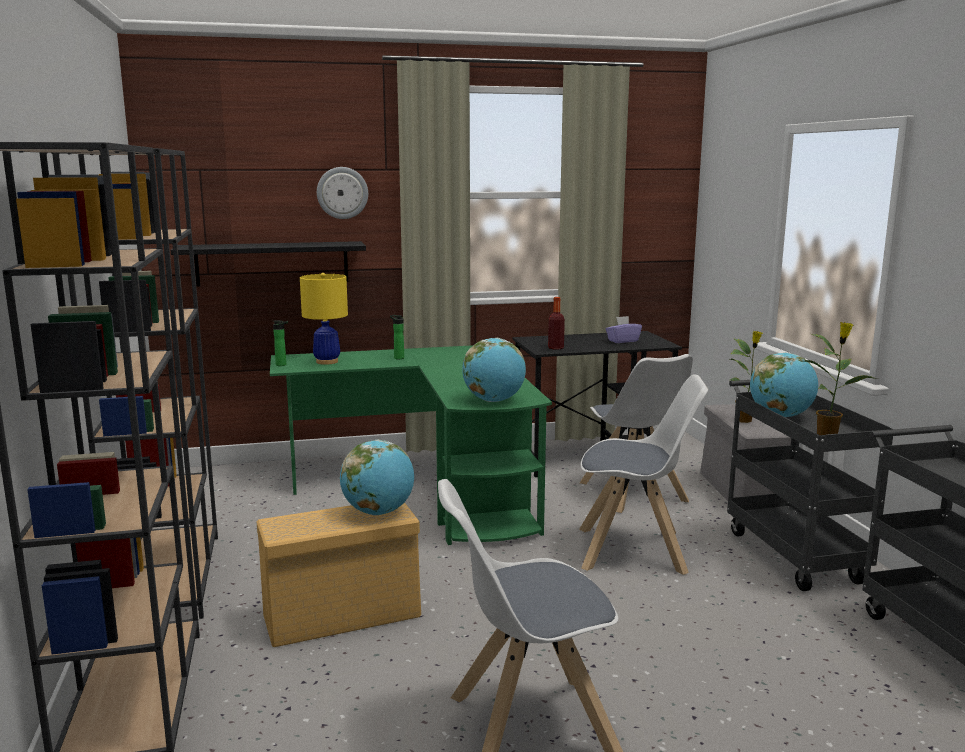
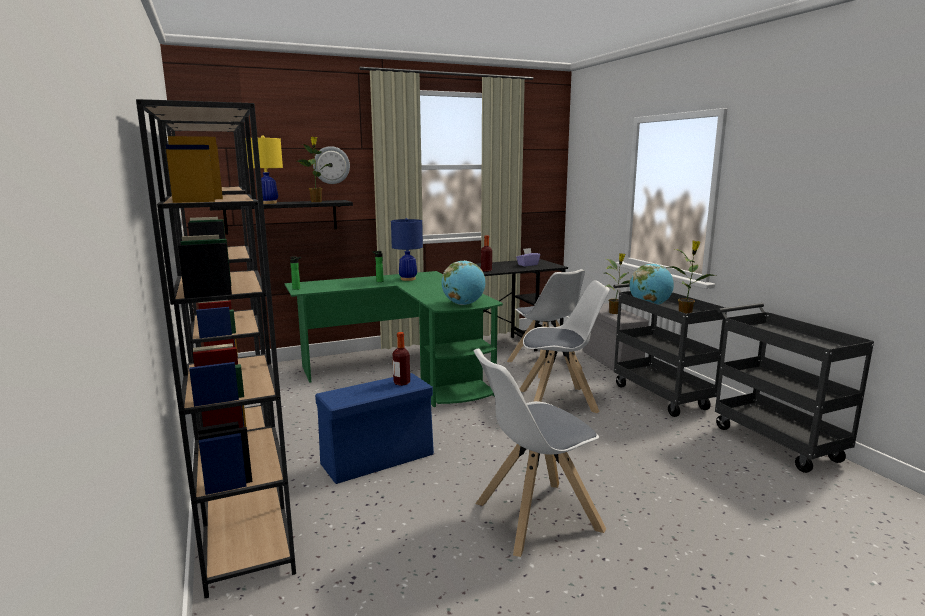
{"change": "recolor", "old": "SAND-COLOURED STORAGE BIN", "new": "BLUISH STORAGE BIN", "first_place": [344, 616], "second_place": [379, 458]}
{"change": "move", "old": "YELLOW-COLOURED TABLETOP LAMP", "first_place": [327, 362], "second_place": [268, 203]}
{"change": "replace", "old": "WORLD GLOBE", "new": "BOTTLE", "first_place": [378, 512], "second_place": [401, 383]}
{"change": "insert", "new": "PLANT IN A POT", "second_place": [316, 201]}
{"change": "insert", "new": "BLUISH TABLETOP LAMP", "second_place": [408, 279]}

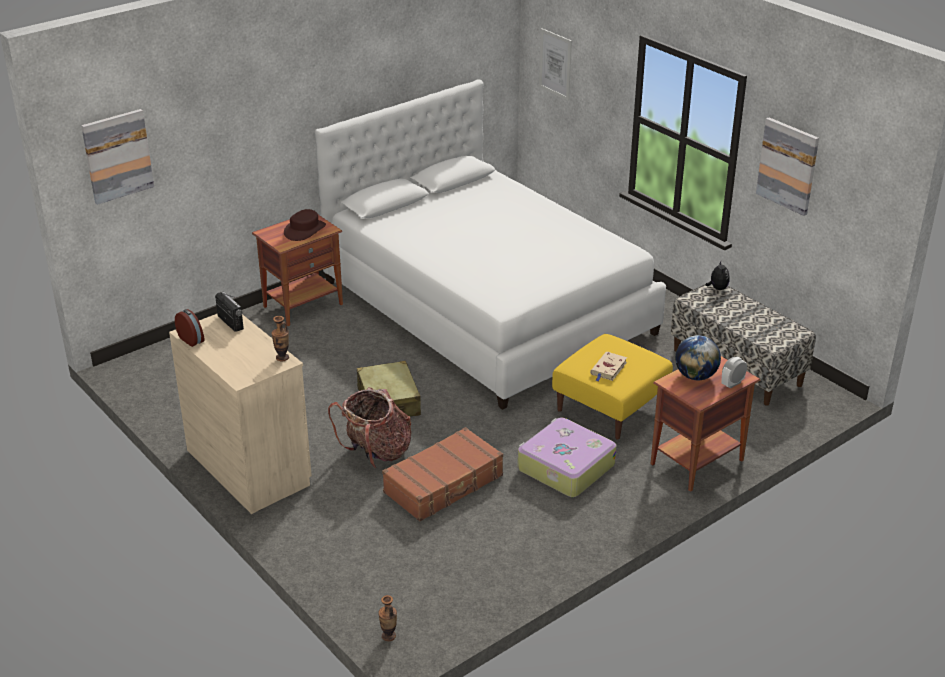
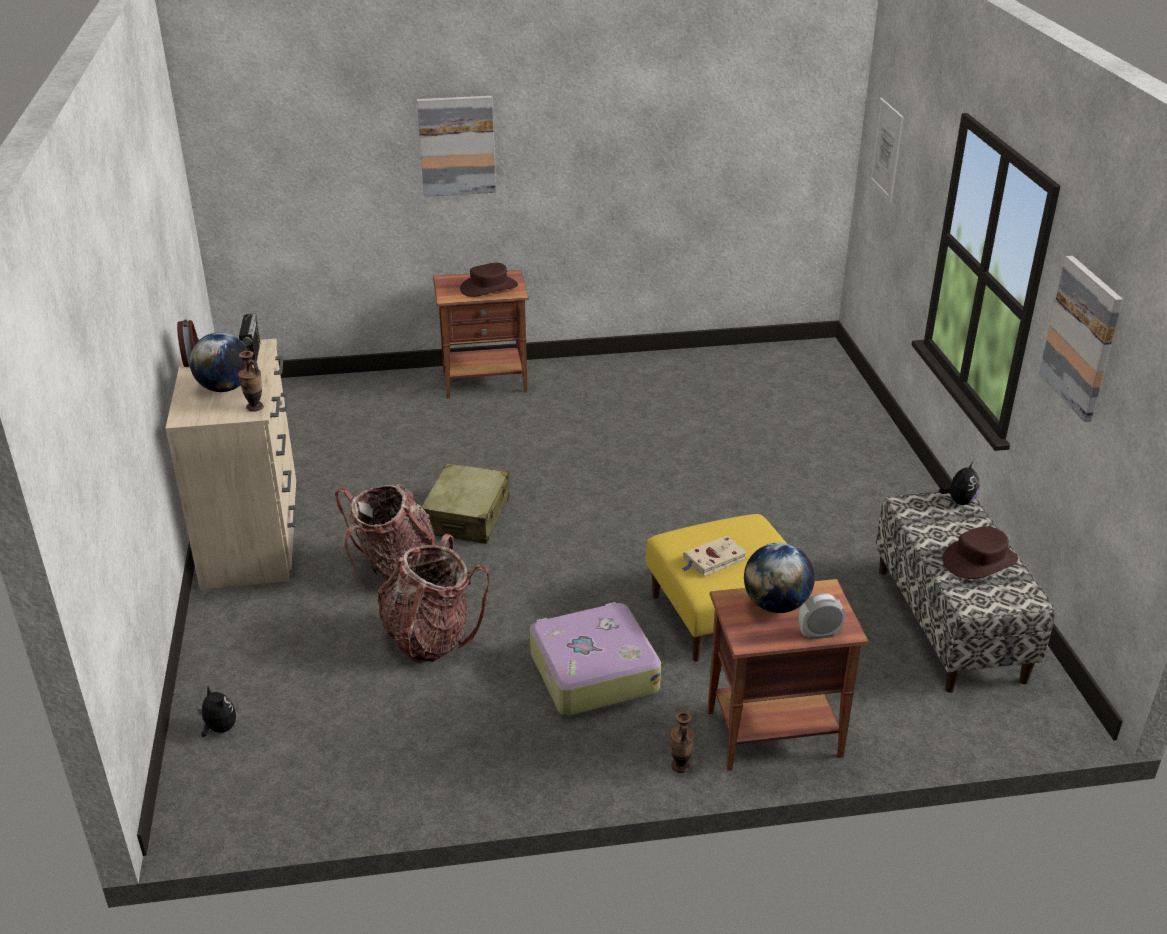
{"change": "move", "old": "WALL PICTURE", "first_place": [117, 156], "second_place": [457, 145]}
{"change": "delete", "old": "WHITE BEDROOM BED", "first_place": [487, 307]}
{"change": "move", "old": "DECORATIVE VASE", "first_place": [388, 636], "second_place": [680, 766]}
{"change": "replace", "old": "BROWN-COLOURED PIECE OF LUGGAGE", "new": "RUCKSACK", "first_place": [444, 484], "second_place": [430, 637]}
{"change": "insert", "new": "WORLD GLOBE", "second_place": [225, 388]}
{"change": "insert", "new": "PLUSH TOY", "second_place": [219, 729]}
{"change": "insert", "new": "BROWN-COLOURED HAT", "second_place": [979, 560]}

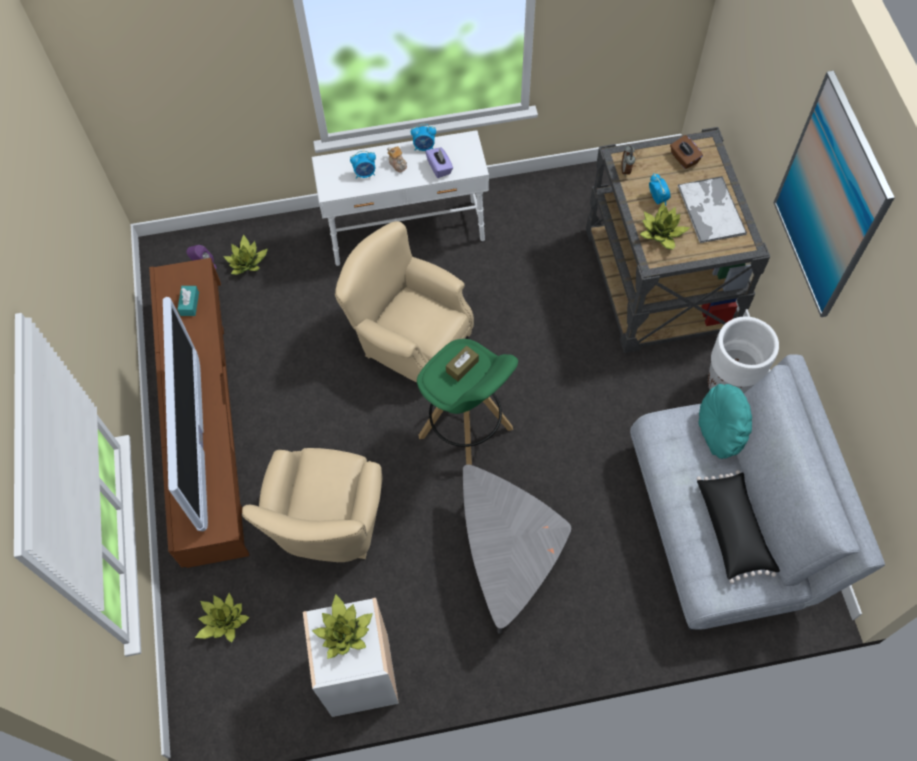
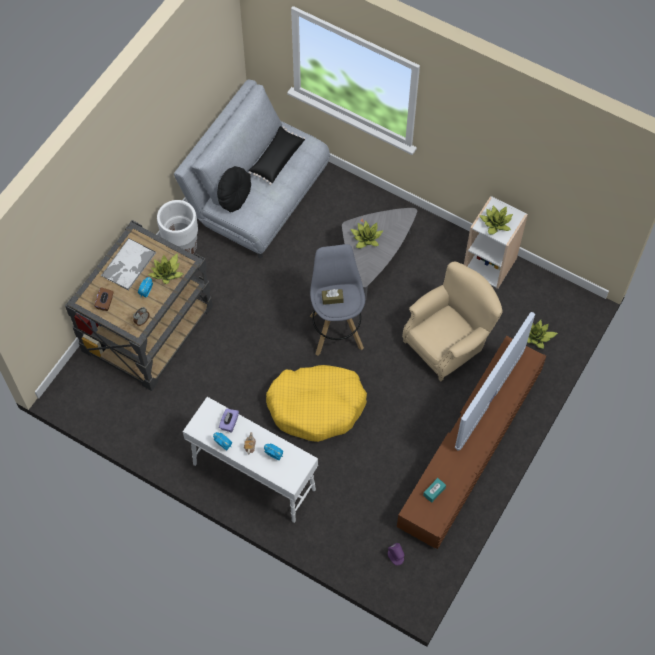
{"change": "move", "old": "PLANT IN A POT", "first_place": [247, 262], "second_place": [366, 238]}
{"change": "replace", "old": "SAND-COLOURED EASY CHAIR", "new": "YELLOW-COLOURED DOG CUSHION", "first_place": [410, 340], "second_place": [316, 406]}
{"change": "recolor", "old": "GREENISH STOOL SEAT", "new": "GREY STOOL SEAT", "first_place": [467, 434], "second_place": [336, 330]}
{"change": "recolor", "old": "TURQUOISE THROW PILLOW", "new": "BLACK THROW PILLOW", "first_place": [718, 434], "second_place": [235, 199]}
{"change": "delete", "old": "WALL PICTURE", "first_place": [830, 199]}

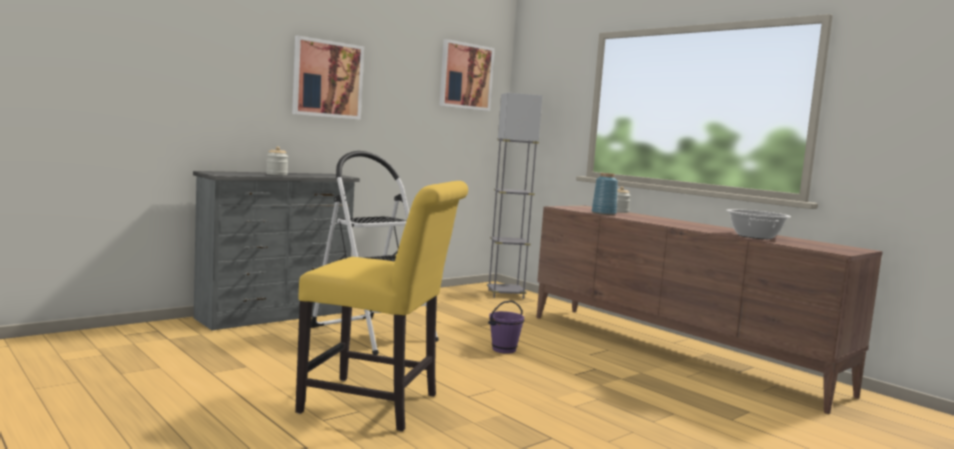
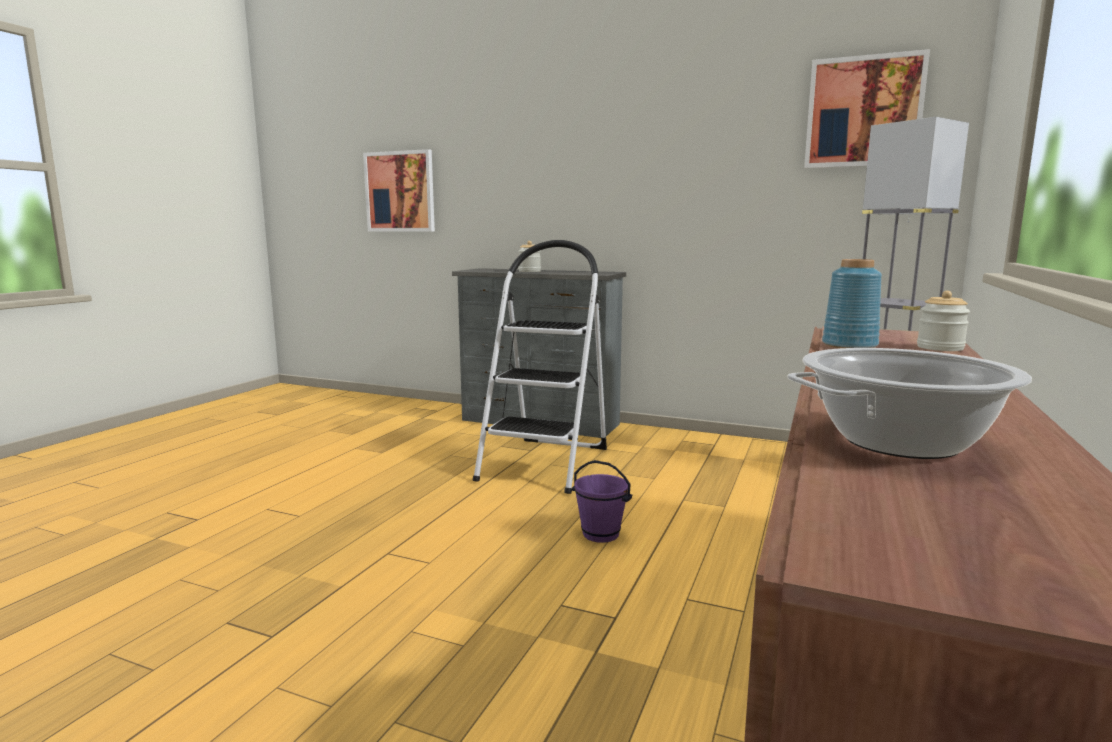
{"change": "move", "old": "WALL PICTURE", "first_place": [327, 79], "second_place": [400, 192]}
{"change": "delete", "old": "YELLOW-COLOURED PLAIN CHAIR", "first_place": [378, 405]}

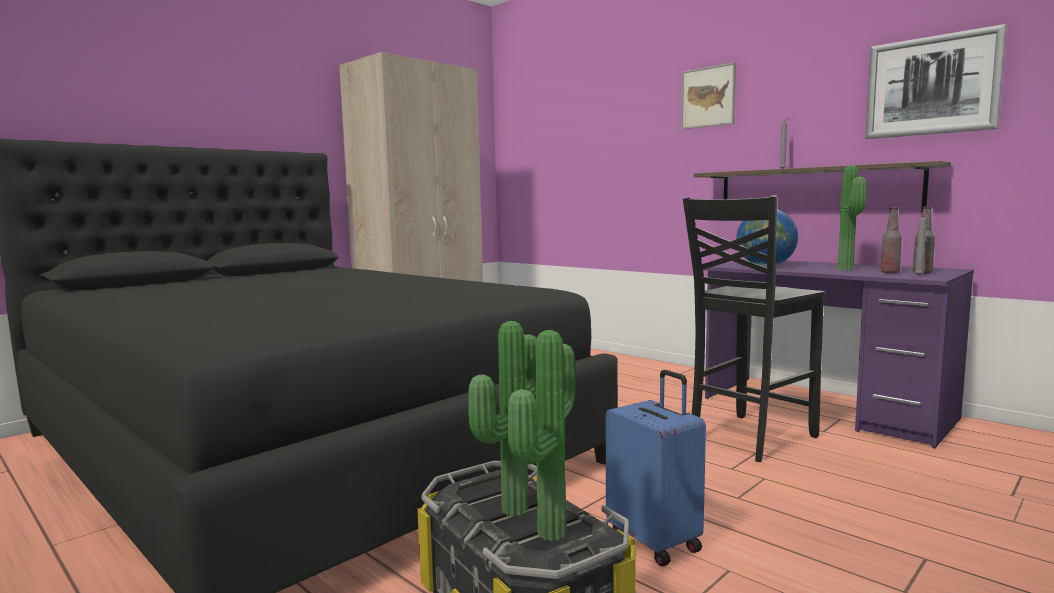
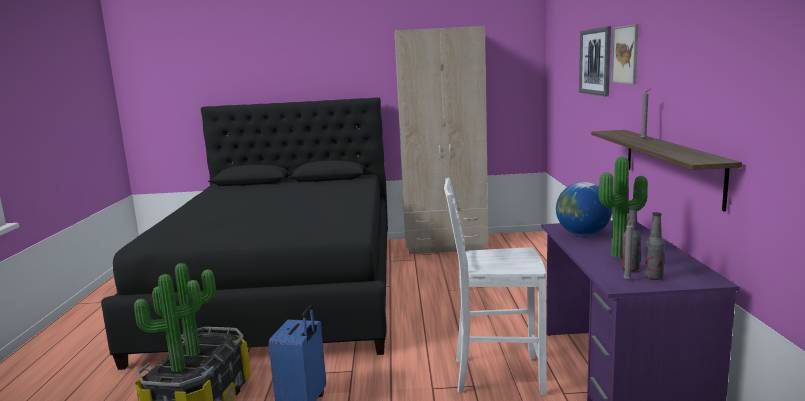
{"change": "recolor", "old": "BLACK PLAIN CHAIR", "new": "WHITE PLAIN CHAIR", "first_place": [748, 438], "second_place": [495, 375]}
{"change": "move", "old": "WALL PICTURE", "first_place": [931, 86], "second_place": [595, 61]}

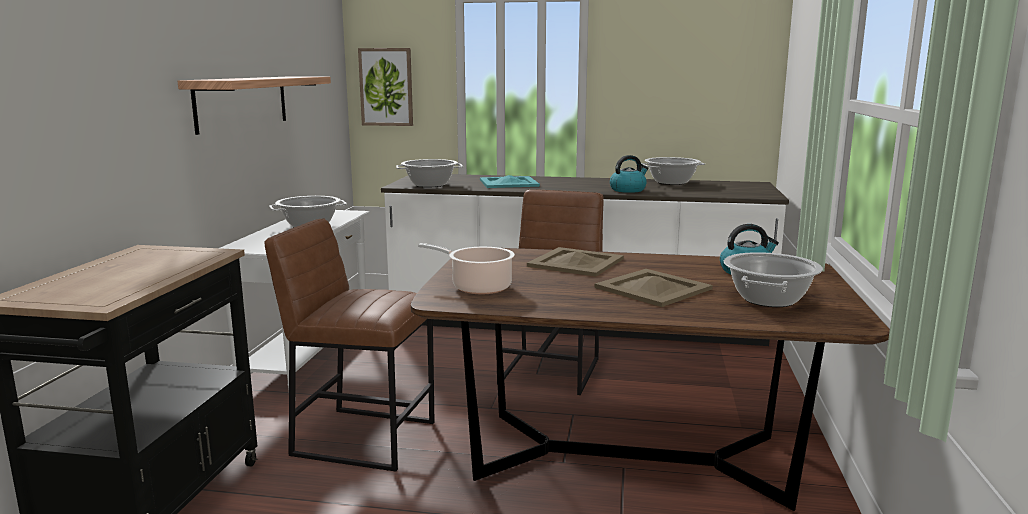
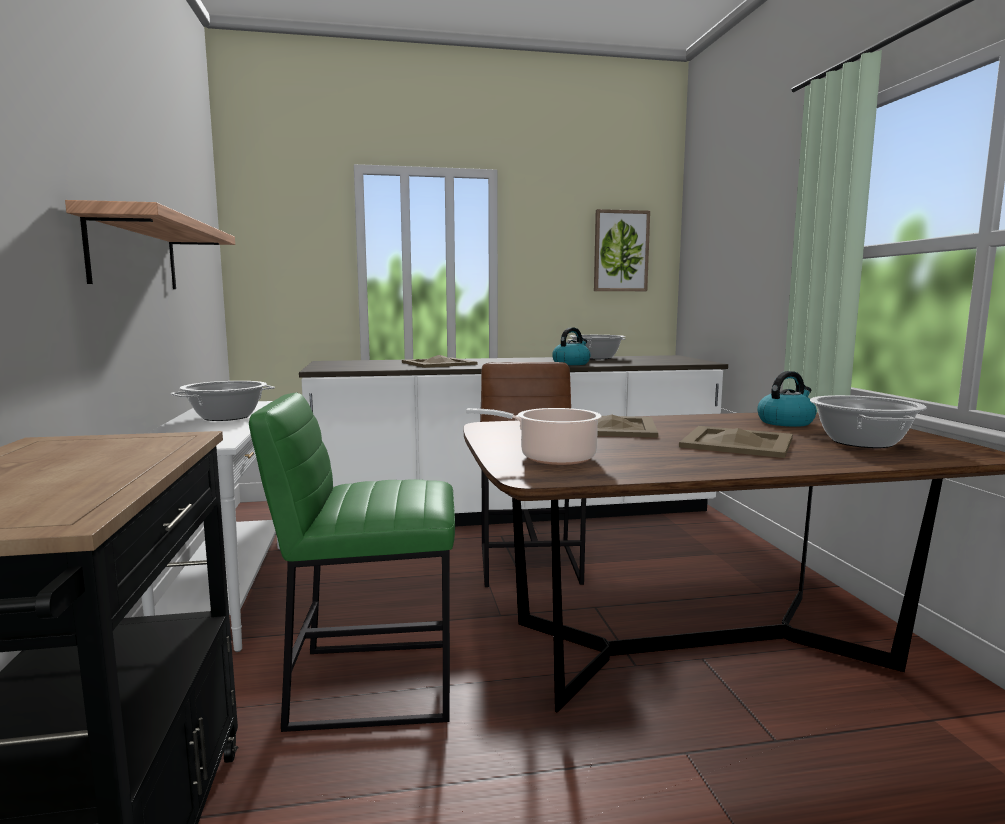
{"change": "recolor", "old": "BROWN-COLOURED PLAIN CHAIR", "new": "GREENISH PLAIN CHAIR", "first_place": [362, 438], "second_place": [370, 683]}
{"change": "move", "old": "WALL PICTURE", "first_place": [386, 87], "second_place": [621, 251]}
{"change": "delete", "old": "SAUCEPOT", "first_place": [430, 185]}
{"change": "recolor", "old": "TURQUOISE SERVING TRAY", "new": "SAND-COLOURED SERVING TRAY", "first_place": [509, 183], "second_place": [439, 363]}

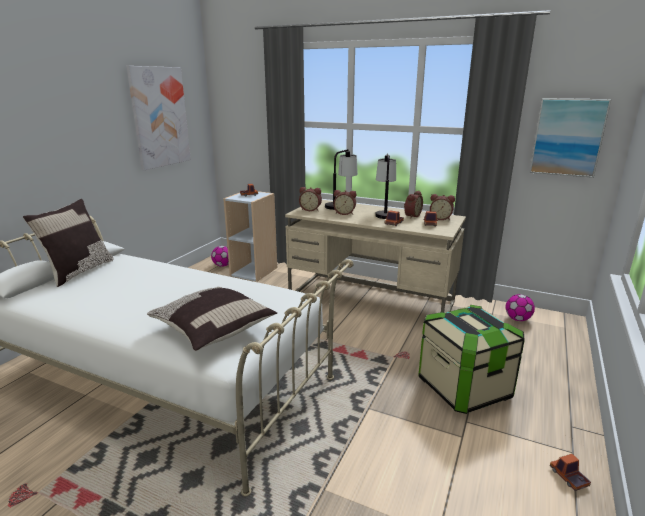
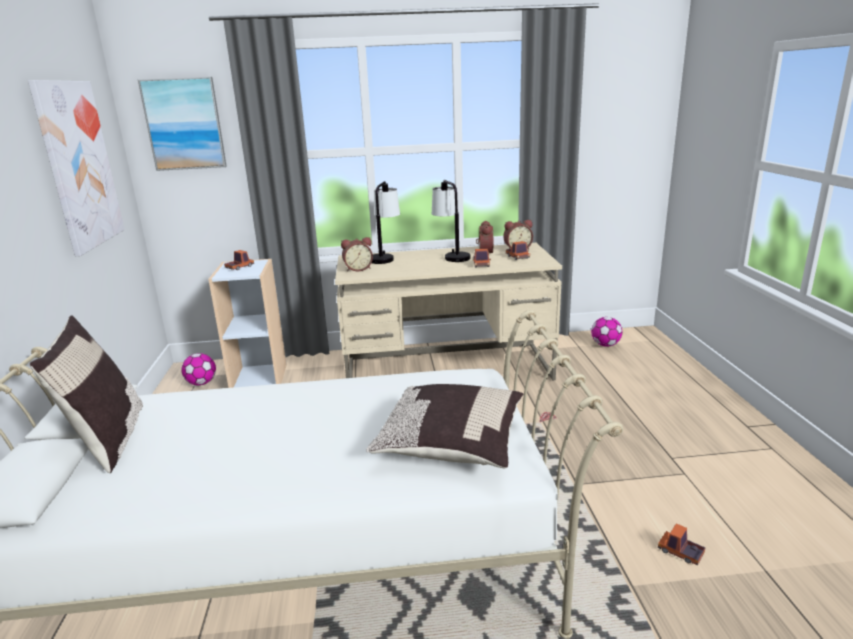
{"change": "delete", "old": "BEDSIDE CLOCK", "first_place": [344, 213]}
{"change": "delete", "old": "STORAGE BIN", "first_place": [463, 388]}
{"change": "move", "old": "WALL PICTURE", "first_place": [567, 137], "second_place": [184, 124]}
{"change": "move", "old": "TOY TRUCK", "first_place": [568, 477], "second_place": [680, 552]}

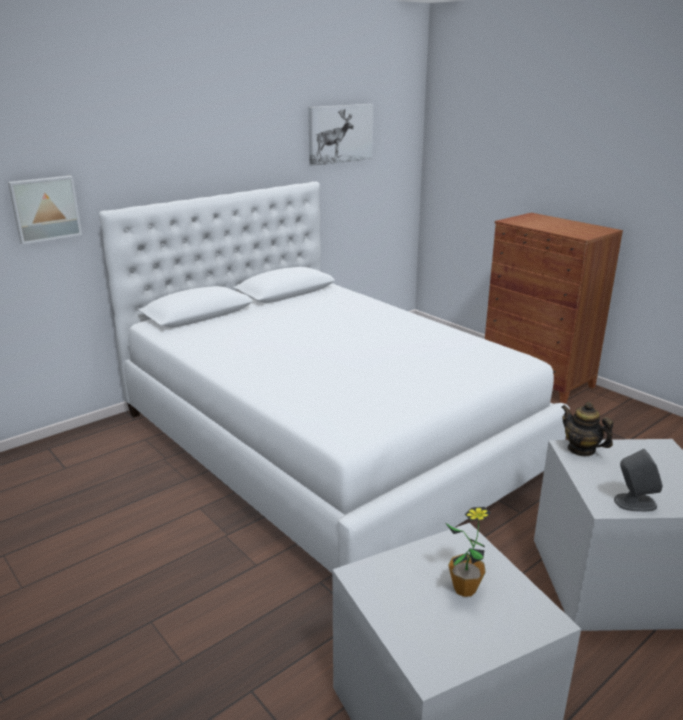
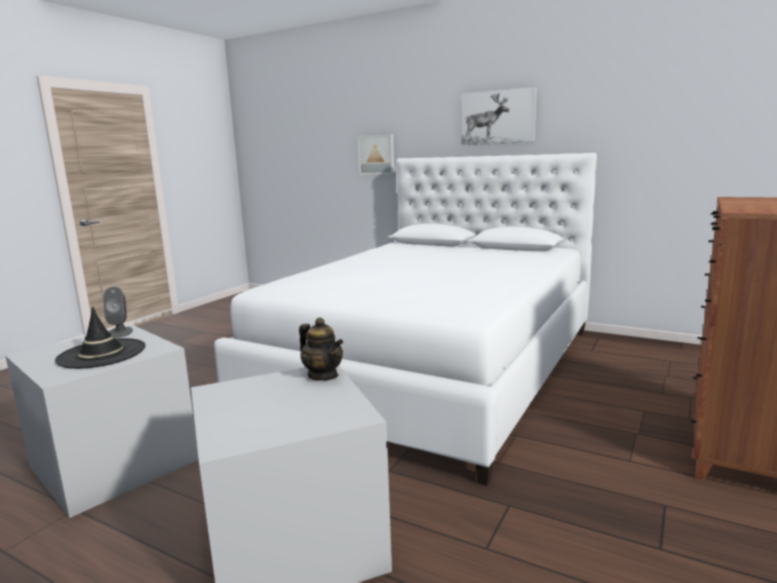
{"change": "move", "old": "WALL PICTURE", "first_place": [340, 134], "second_place": [498, 117]}
{"change": "replace", "old": "PLANT IN A POT", "new": "BLACK HAT", "first_place": [465, 589], "second_place": [102, 354]}
{"change": "rotate", "old": "TEA POT", "first_place": [581, 449], "second_place": [323, 375], "degrees": 105}
{"change": "move", "old": "GREY LOUDSPEAKER", "first_place": [634, 502], "second_place": [120, 332]}

